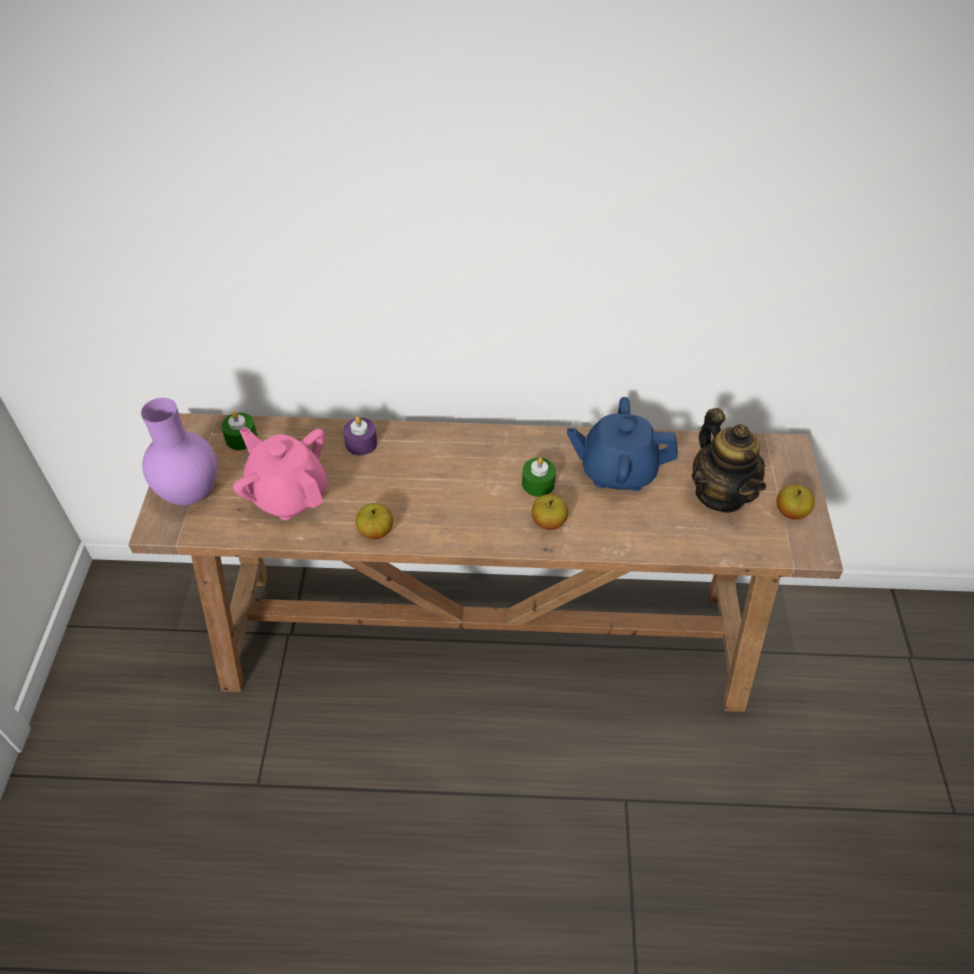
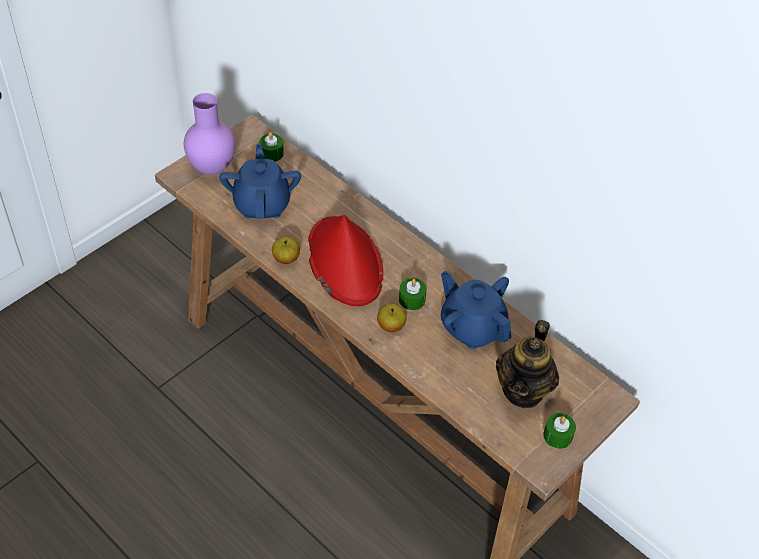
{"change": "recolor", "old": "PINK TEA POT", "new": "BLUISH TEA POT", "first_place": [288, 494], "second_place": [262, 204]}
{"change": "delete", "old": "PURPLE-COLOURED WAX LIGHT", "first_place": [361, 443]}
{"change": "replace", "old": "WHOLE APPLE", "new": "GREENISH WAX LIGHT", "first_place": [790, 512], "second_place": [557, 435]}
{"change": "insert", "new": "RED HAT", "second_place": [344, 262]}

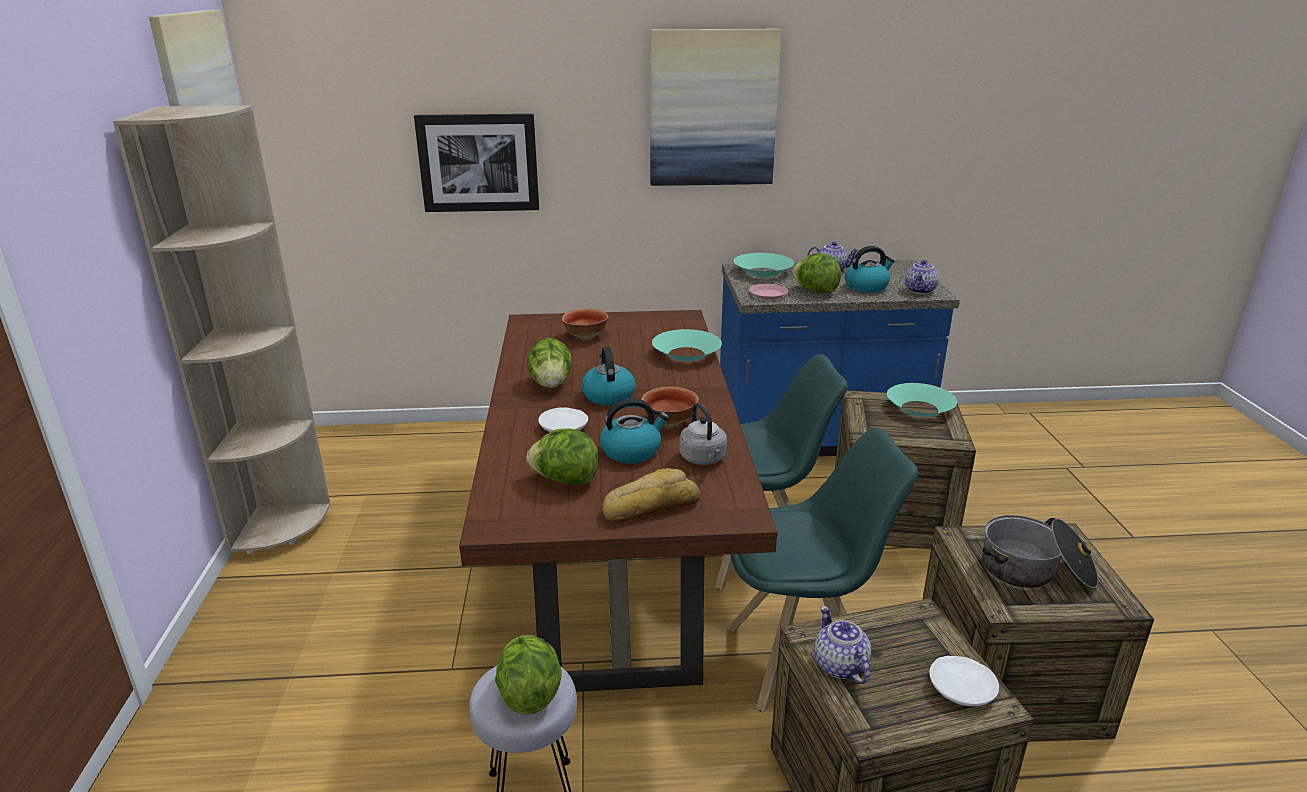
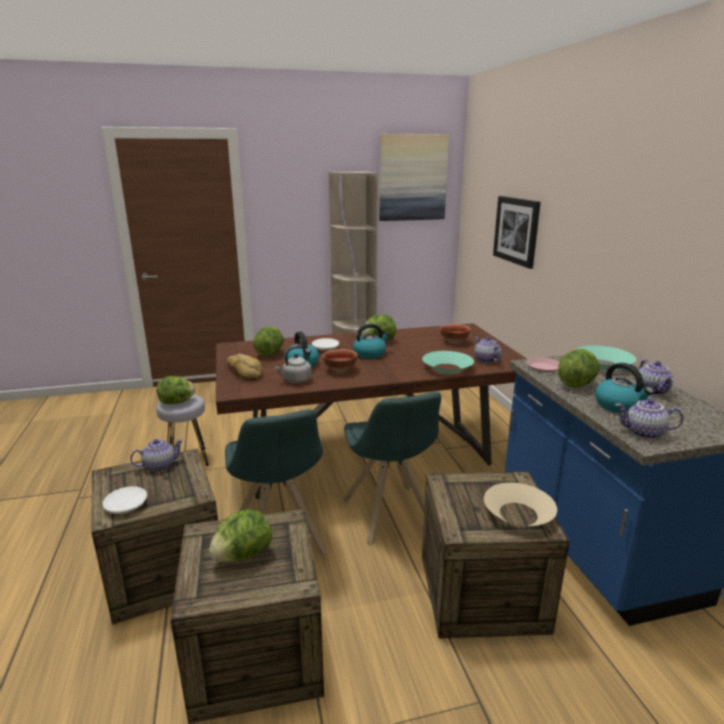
{"change": "delete", "old": "WALL PICTURE", "first_place": [713, 109]}
{"change": "recolor", "old": "TURQUOISE SERVING BOWL", "new": "SAND-COLOURED SERVING BOWL", "first_place": [919, 408], "second_place": [518, 513]}
{"change": "replace", "old": "SAUCEPOT", "new": "HEAD OF LETTUCE", "first_place": [1035, 571], "second_place": [242, 555]}
{"change": "insert", "new": "TEA POT", "second_place": [486, 360]}

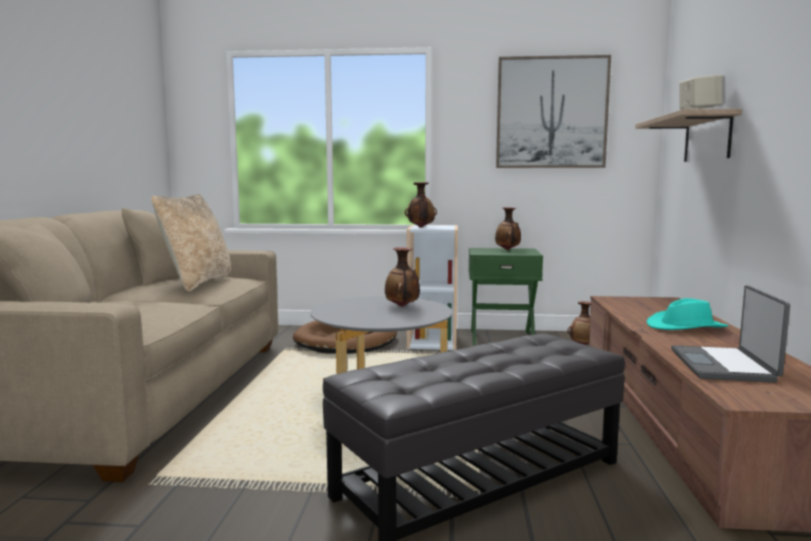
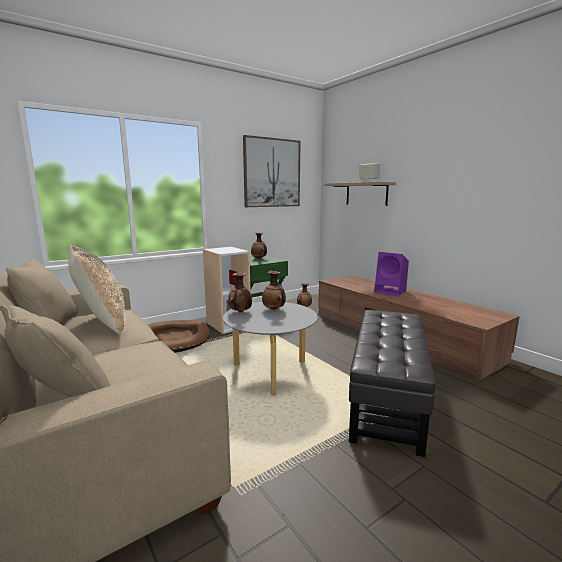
{"change": "move", "old": "DECORATIVE VASE", "first_place": [421, 227], "second_place": [240, 312]}
{"change": "replace", "old": "TURQUOISE HAT", "new": "PURPLE-COLOURED LOUDSPEAKER", "first_place": [686, 327], "second_place": [391, 291]}
{"change": "delete", "old": "PORTABLE COMPUTER", "first_place": [724, 366]}

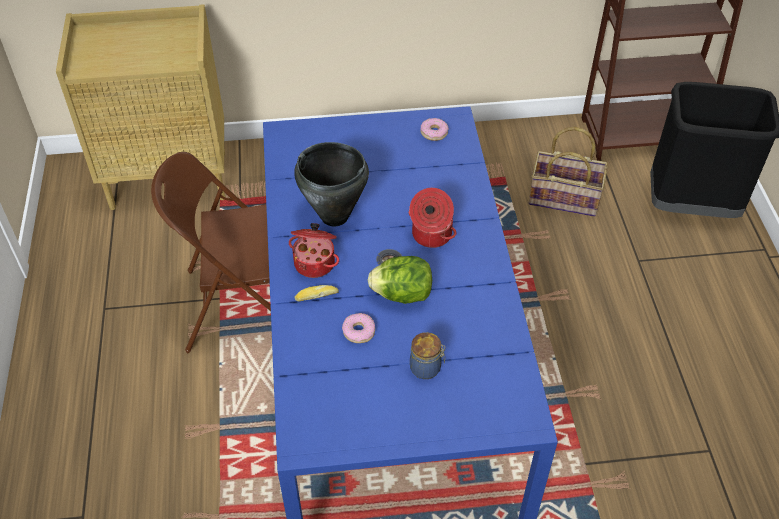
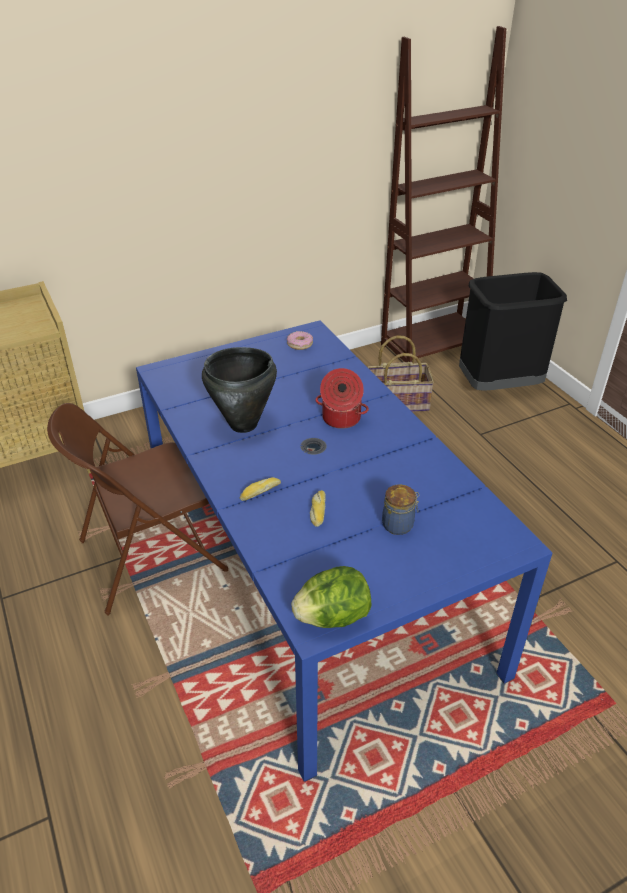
{"change": "delete", "old": "SAUCEPOT", "first_place": [315, 262]}
{"change": "replace", "old": "DOUGHNUT", "new": "BAKED BREAD", "first_place": [359, 331], "second_place": [317, 511]}
{"change": "move", "old": "HEAD OF LETTUCE", "first_place": [402, 294], "second_place": [333, 616]}

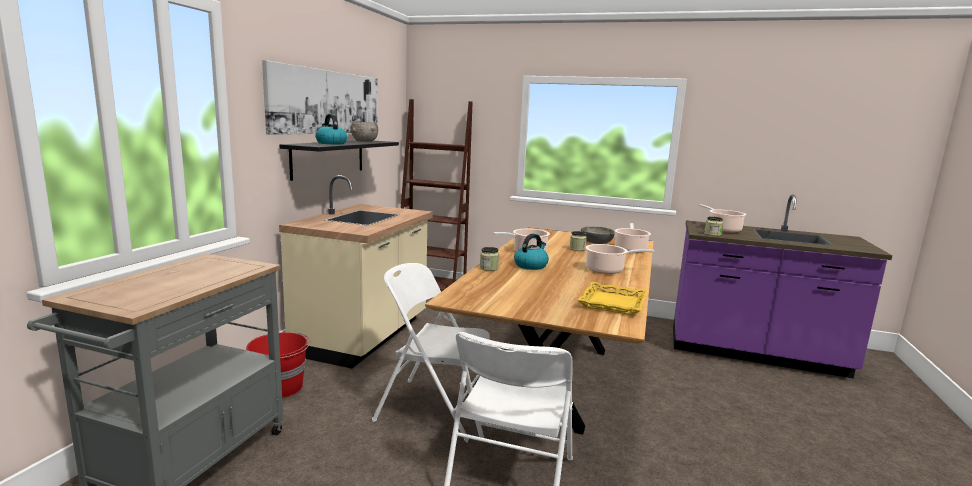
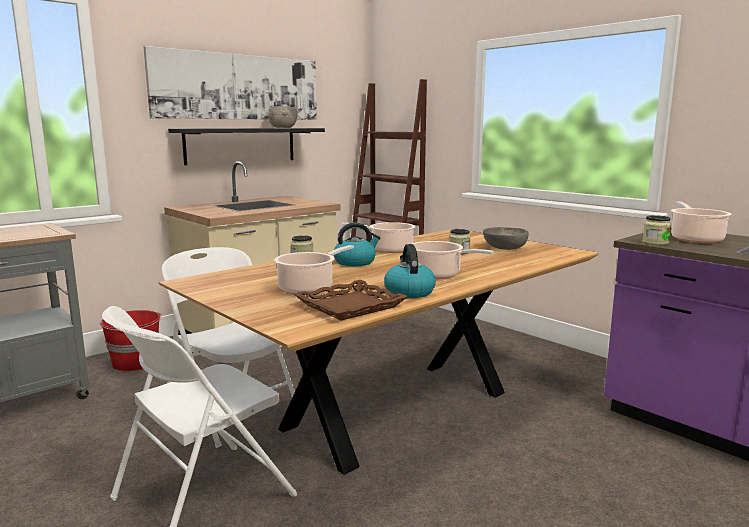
{"change": "move", "old": "KETTLE", "first_place": [331, 143], "second_place": [409, 292]}
{"change": "recolor", "old": "YELLOW-COLOURED SERVING TRAY", "new": "BROWN-COLOURED SERVING TRAY", "first_place": [612, 303], "second_place": [350, 306]}
{"change": "move", "old": "SAUCEPOT", "first_place": [630, 249], "second_place": [308, 288]}

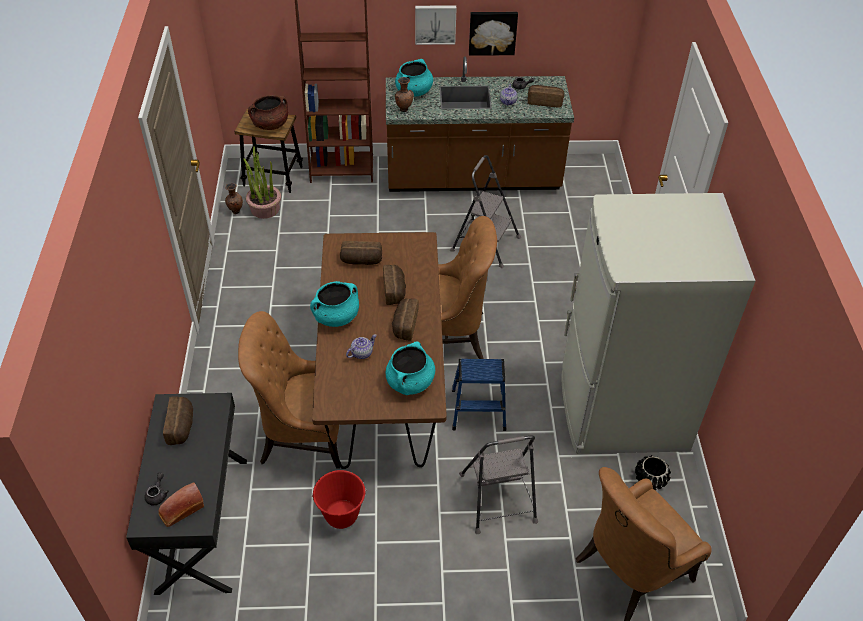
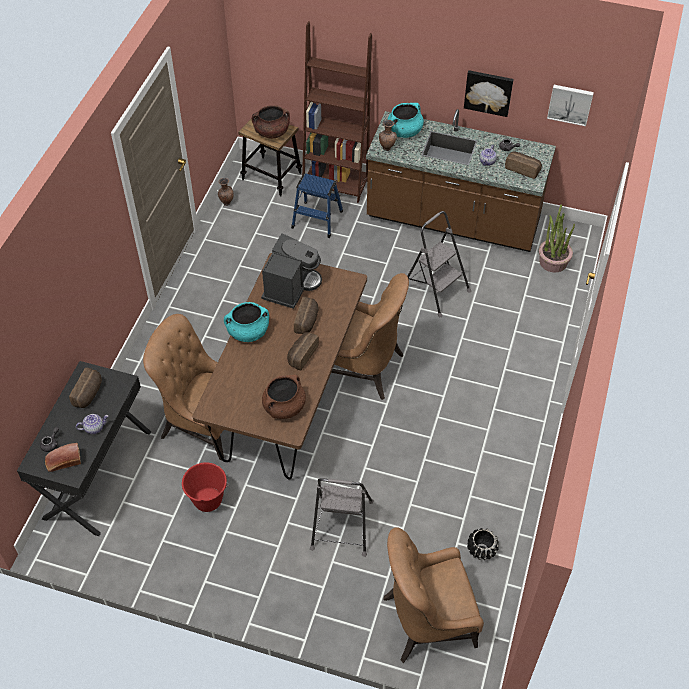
{"change": "move", "old": "PLANT IN A POT", "first_place": [265, 208], "second_place": [553, 261]}
{"change": "replace", "old": "BAKED BREAD", "new": "COFFEE MACHINE", "first_place": [361, 261], "second_place": [291, 286]}
{"change": "move", "old": "TEA POT", "first_place": [362, 353], "second_place": [94, 427]}
{"change": "recolor", "old": "TURQUOISE SAUCEPOT", "new": "BROWN-COLOURED SAUCEPOT", "first_place": [410, 382], "second_place": [284, 407]}
{"change": "move", "old": "WALL PICTURE", "first_place": [435, 24], "second_place": [570, 104]}
{"change": "move", "old": "BLUISH STEP LADDER", "first_place": [478, 409], "second_place": [317, 219]}
{"change": "delete", "old": "WHITE KITCHEN FRIDGE", "first_place": [621, 408]}

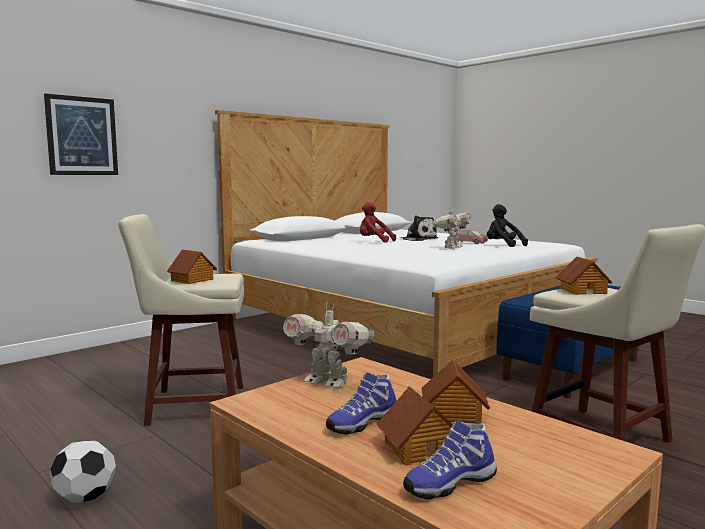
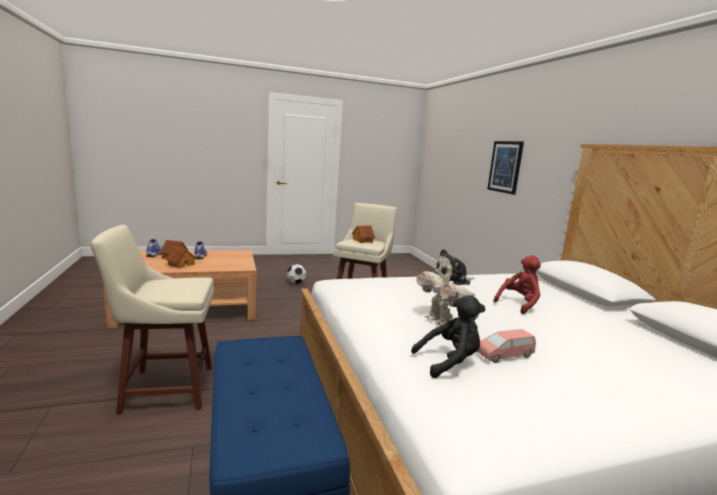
{"change": "delete", "old": "MODEL ROBOT", "first_place": [328, 382]}
{"change": "move", "old": "PLUSH TOY", "first_place": [418, 239], "second_place": [453, 280]}
{"change": "delete", "old": "MINIATURE HOUSE", "first_place": [582, 291]}

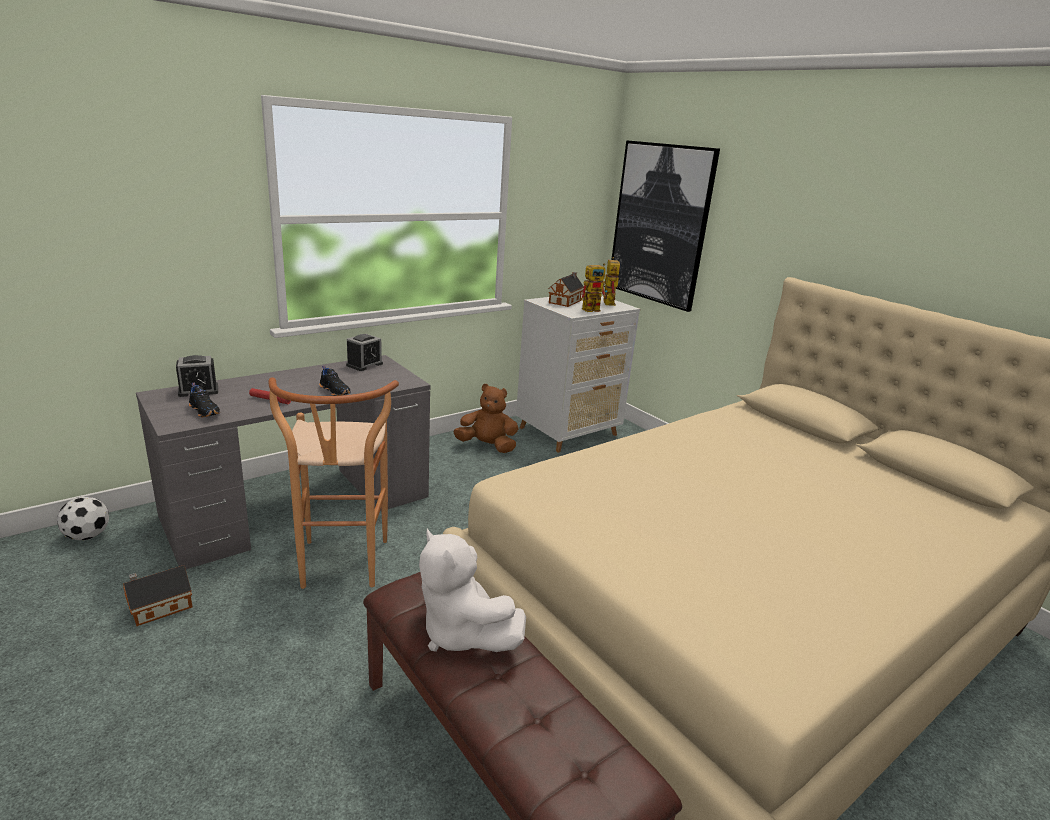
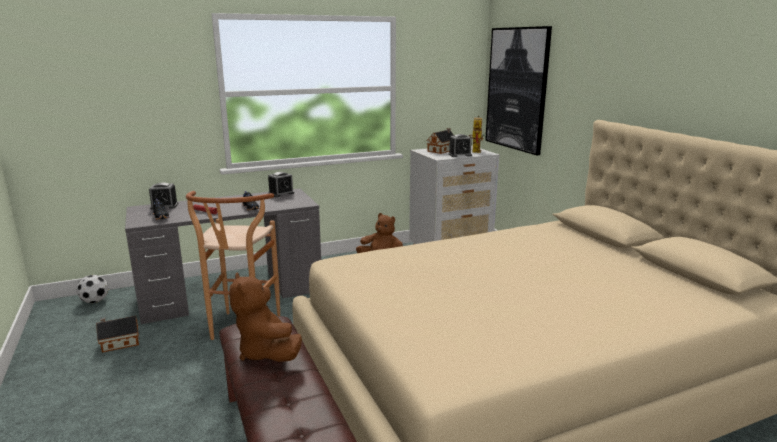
{"change": "recolor", "old": "WHITE PLUSH TOY", "new": "BROWN-COLOURED PLUSH TOY", "first_place": [461, 633], "second_place": [267, 352]}
{"change": "replace", "old": "MODEL ROBOT", "new": "BEDSIDE CLOCK", "first_place": [593, 309], "second_place": [460, 155]}

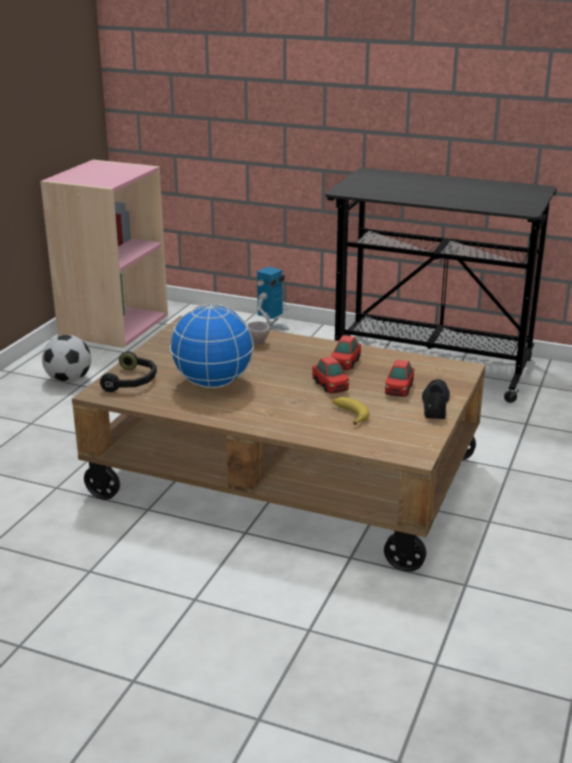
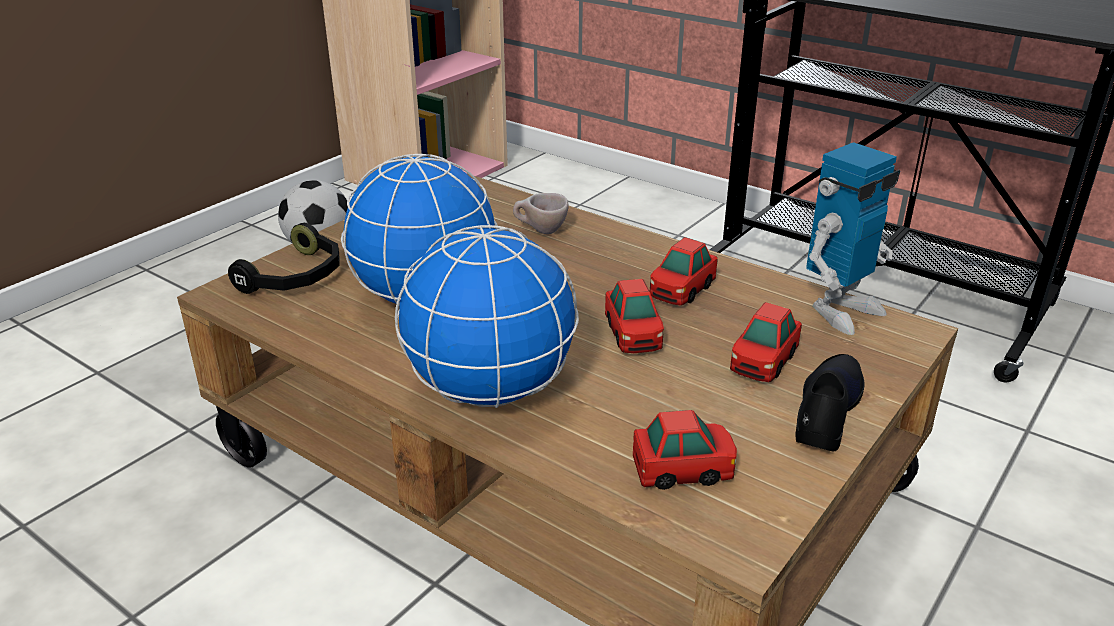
{"change": "move", "old": "MODEL ROBOT", "first_place": [272, 330], "second_place": [840, 311]}
{"change": "delete", "old": "BANANA", "first_place": [349, 414]}
{"change": "insert", "new": "WORLD GLOBE", "second_place": [490, 391]}
{"change": "insert", "new": "MINIATURE CAR", "second_place": [683, 471]}

